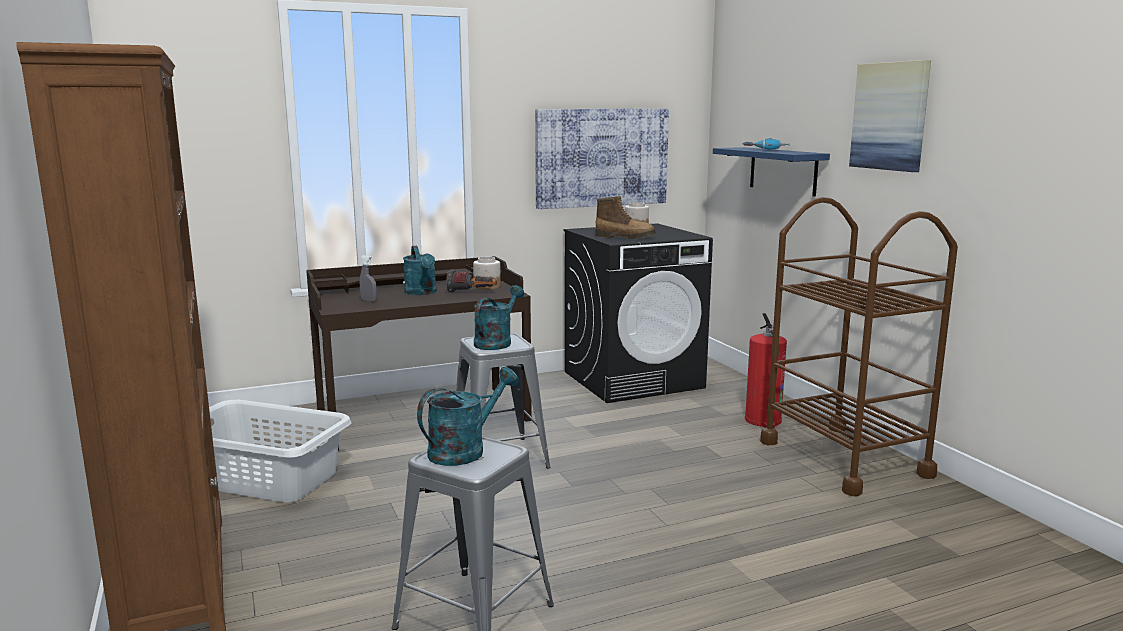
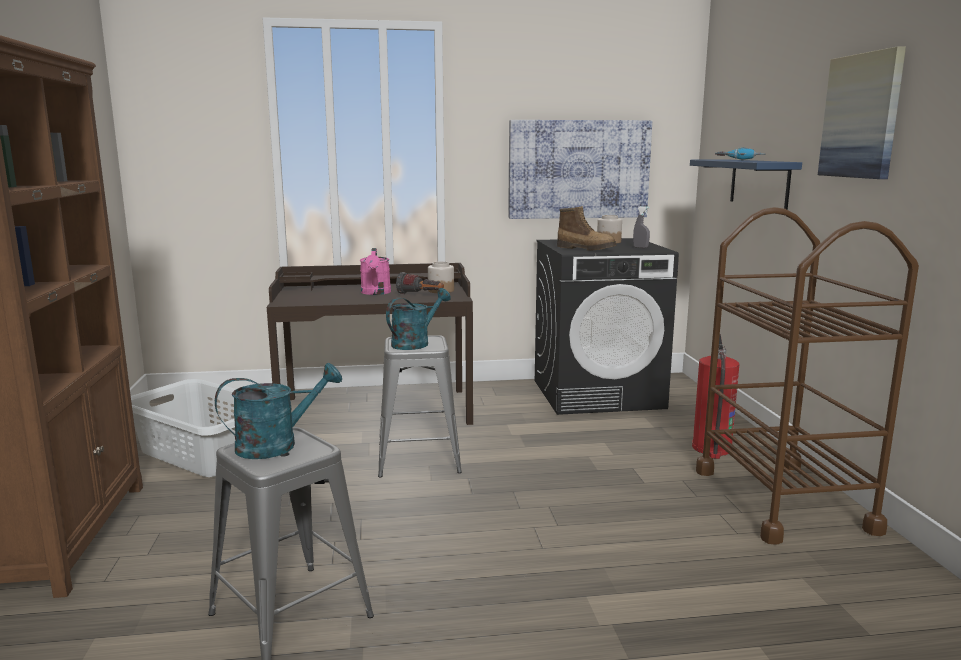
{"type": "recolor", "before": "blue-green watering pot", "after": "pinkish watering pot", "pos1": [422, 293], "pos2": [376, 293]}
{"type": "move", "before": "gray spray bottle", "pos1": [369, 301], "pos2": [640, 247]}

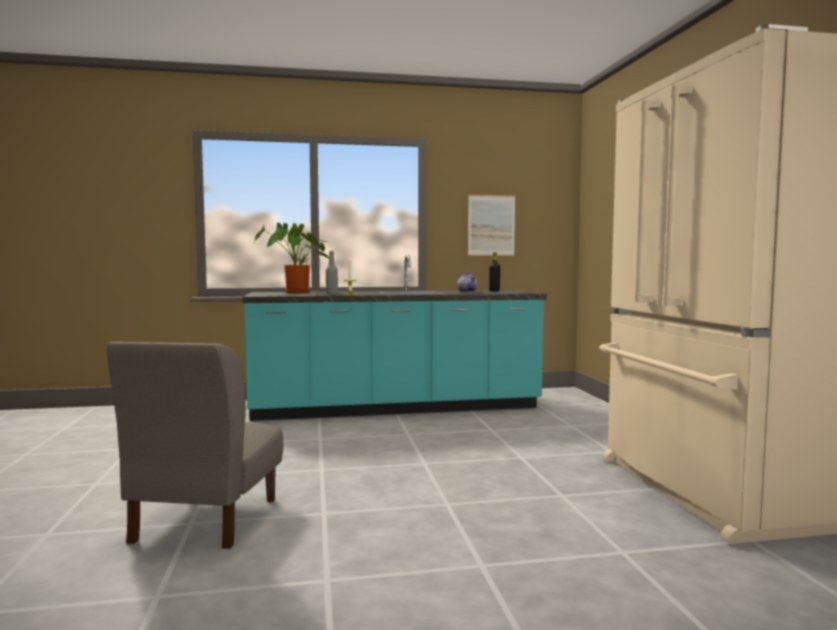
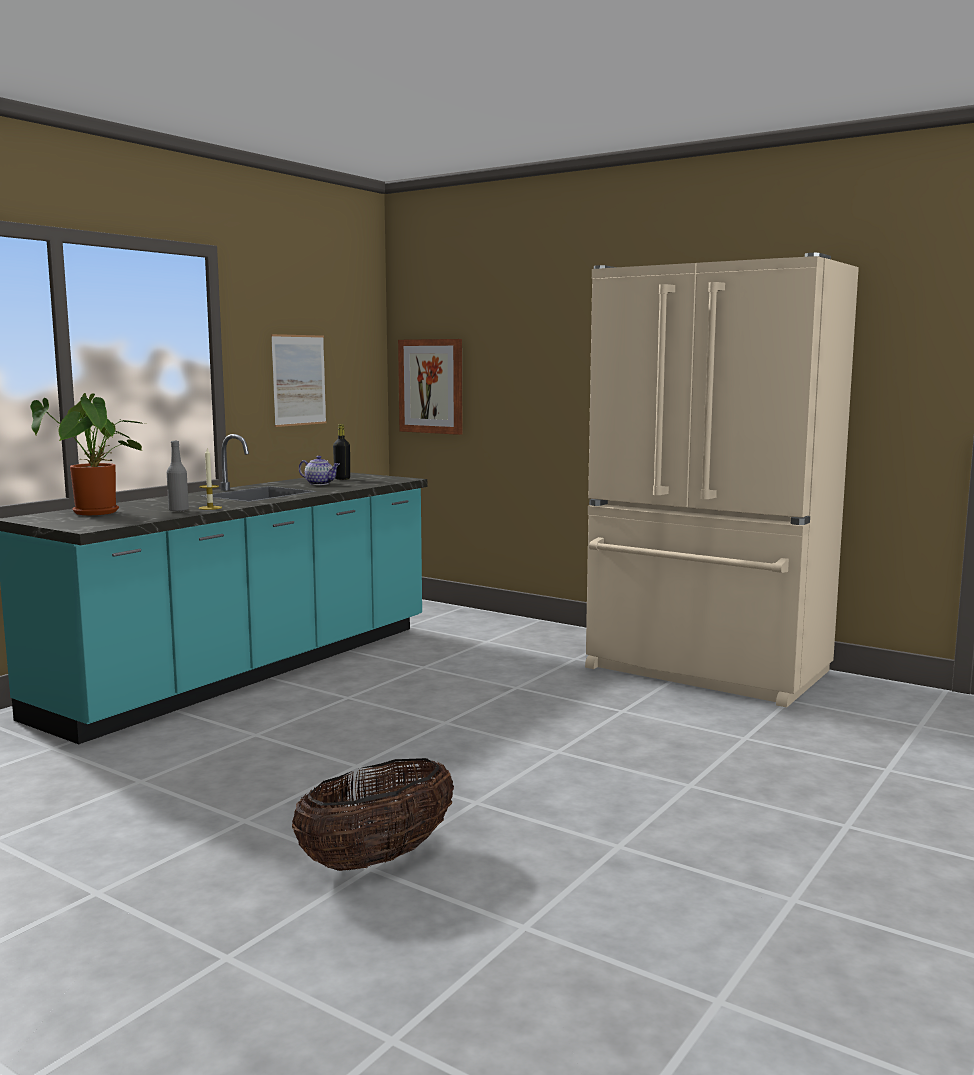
{"type": "replace", "before": "gray upright chair", "after": "household basket", "pos1": [205, 520], "pos2": [377, 859]}
{"type": "insert", "after": "wall art", "pos2": [431, 386]}

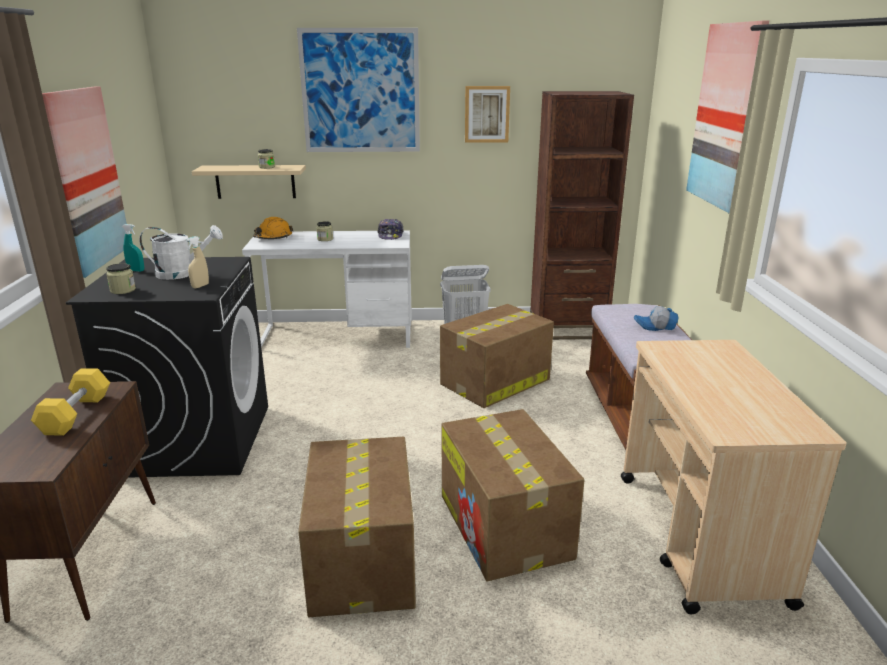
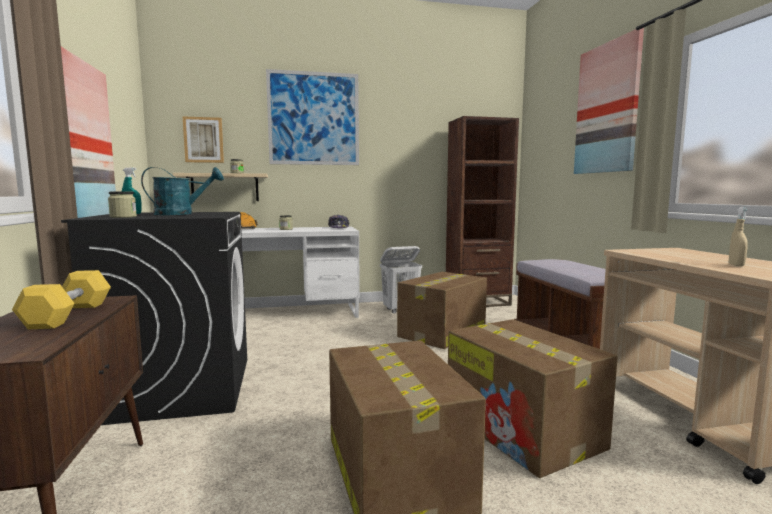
{"type": "recolor", "before": "whitish watering pot", "after": "blue-green watering pot", "pos1": [183, 273], "pos2": [181, 214]}
{"type": "move", "before": "wall art", "pos1": [486, 114], "pos2": [203, 140]}
{"type": "move", "before": "beige spray bottle", "pos1": [200, 286], "pos2": [736, 265]}
{"type": "delete", "before": "peaked cap", "pos1": [655, 326]}

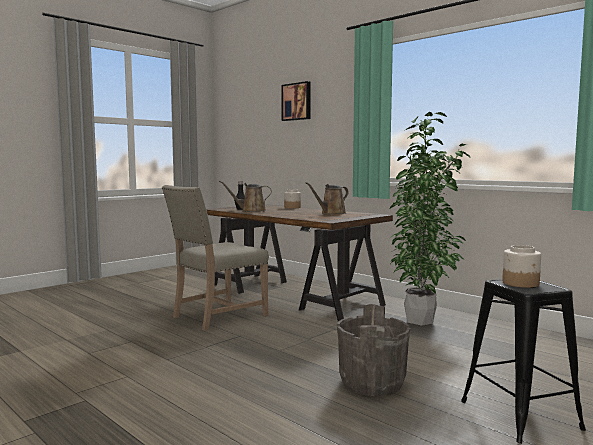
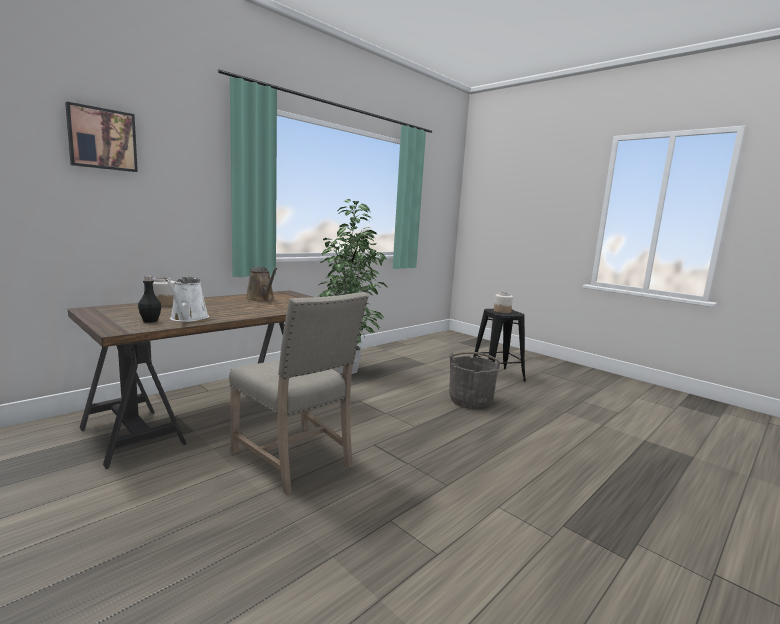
{"type": "recolor", "before": "brown watering pot", "after": "whitish watering pot", "pos1": [250, 211], "pos2": [188, 318]}

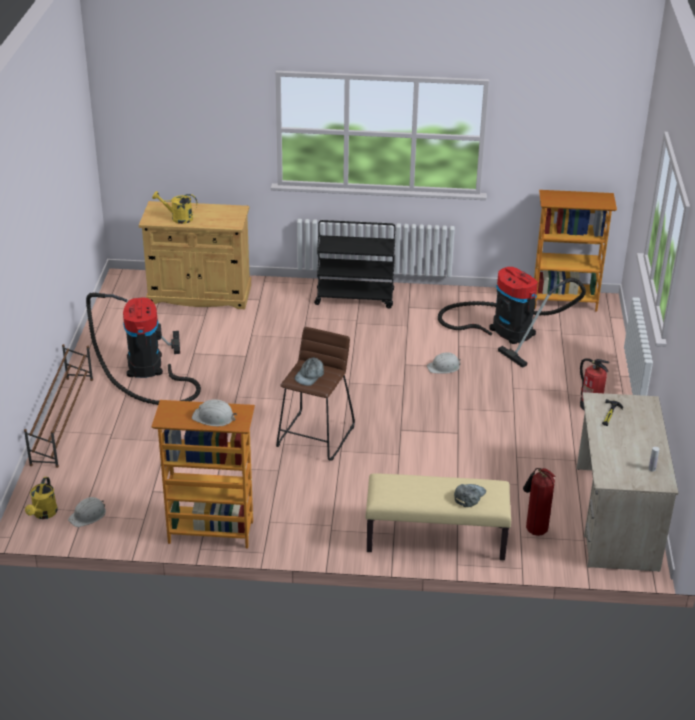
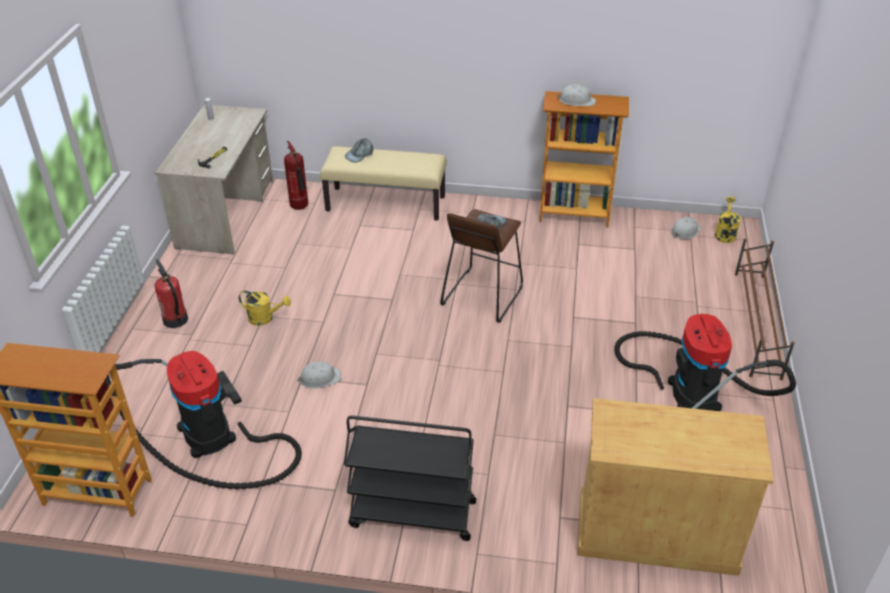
{"type": "move", "before": "yellow-coloured watering pot", "pos1": [178, 218], "pos2": [265, 318]}

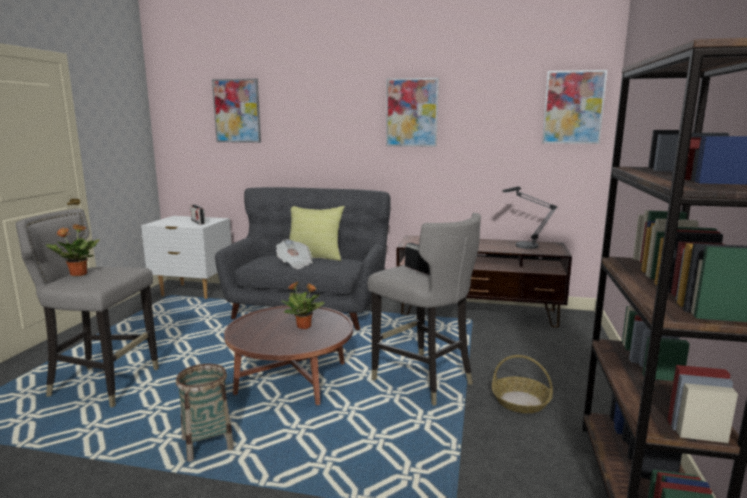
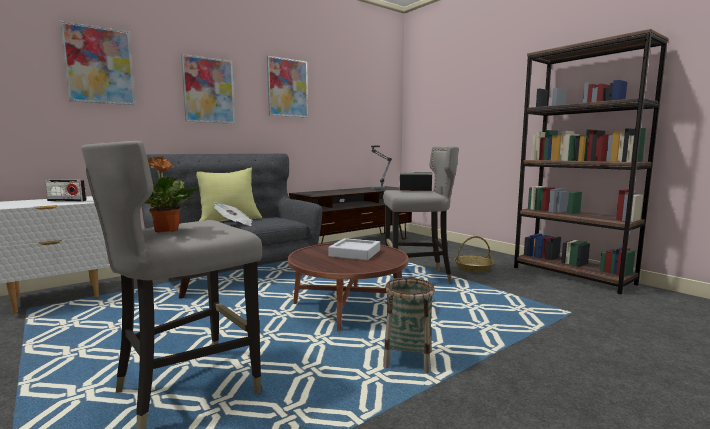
{"type": "move", "before": "wall art", "pos1": [573, 107], "pos2": [208, 90]}
{"type": "replace", "before": "plant in a pot", "after": "gray serving tray", "pos1": [304, 327], "pos2": [355, 253]}

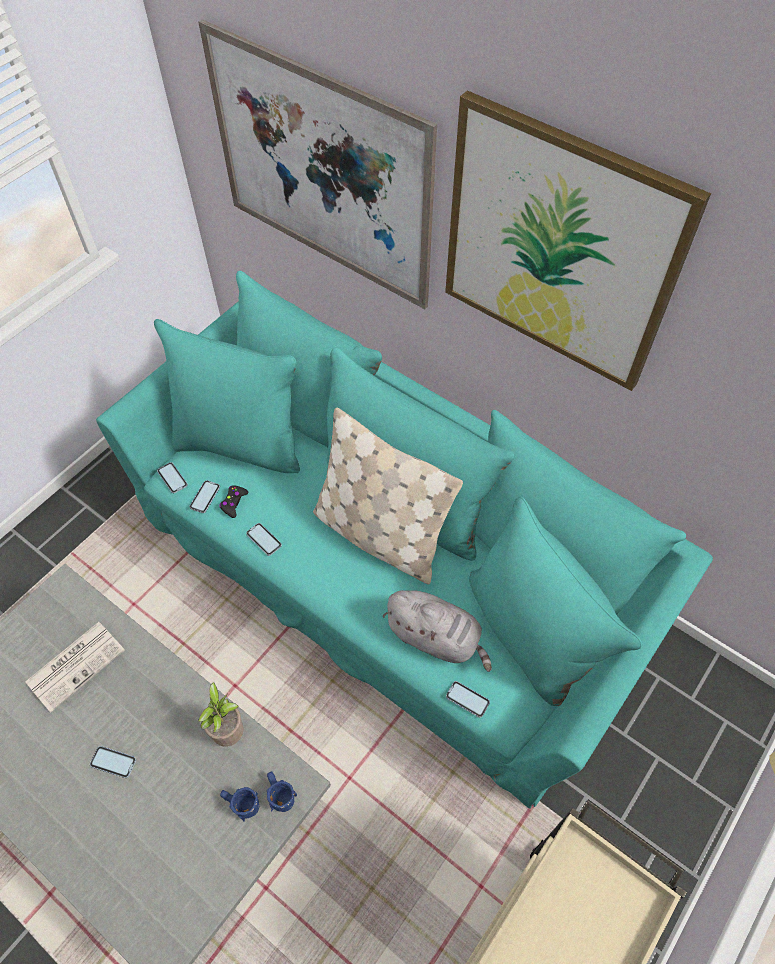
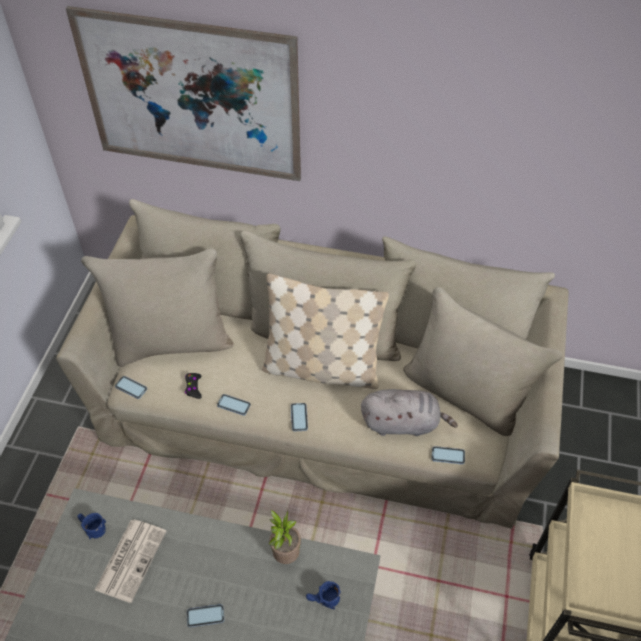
{"type": "recolor", "before": "blue-green sofa", "after": "beige sofa", "pos1": [387, 571], "pos2": [320, 405]}
{"type": "move", "before": "bluish tea mug", "pos1": [278, 794], "pos2": [91, 529]}
{"type": "move", "before": "telephone", "pos1": [205, 497], "pos2": [299, 417]}
{"type": "delete", "before": "wall art", "pos1": [558, 248]}

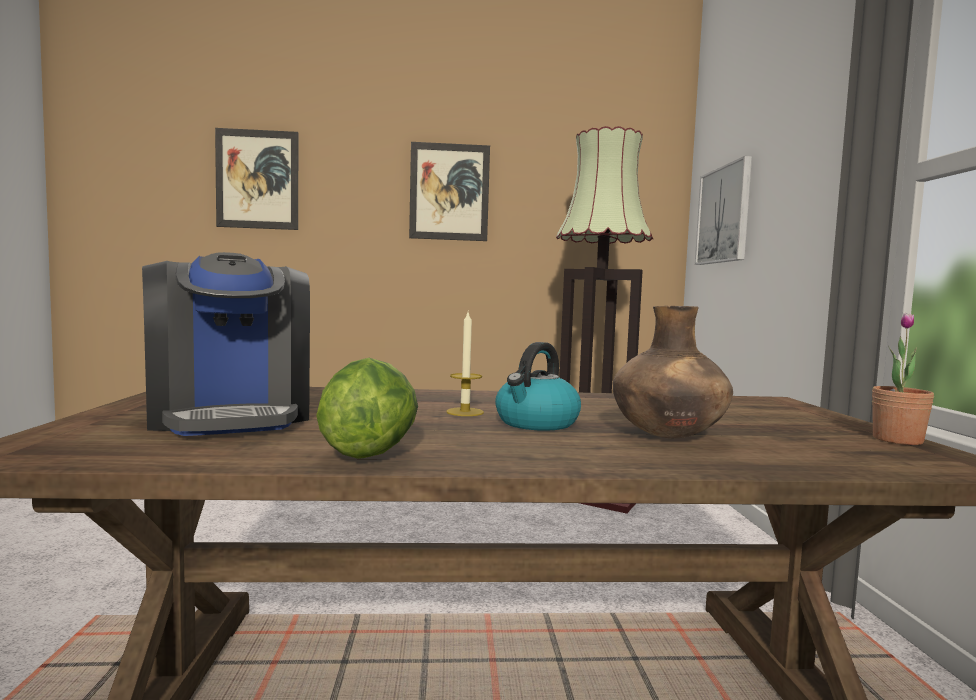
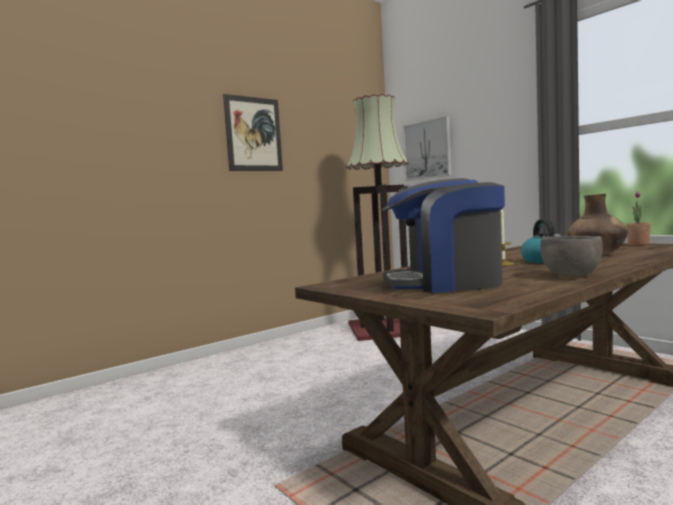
{"type": "rotate", "before": "coffee machine", "pos1": [231, 416], "pos2": [446, 283], "turn": 150}
{"type": "replace", "before": "lettuce head", "after": "gray bowl", "pos1": [369, 453], "pos2": [571, 276]}
{"type": "delete", "before": "wall art", "pos1": [257, 179]}

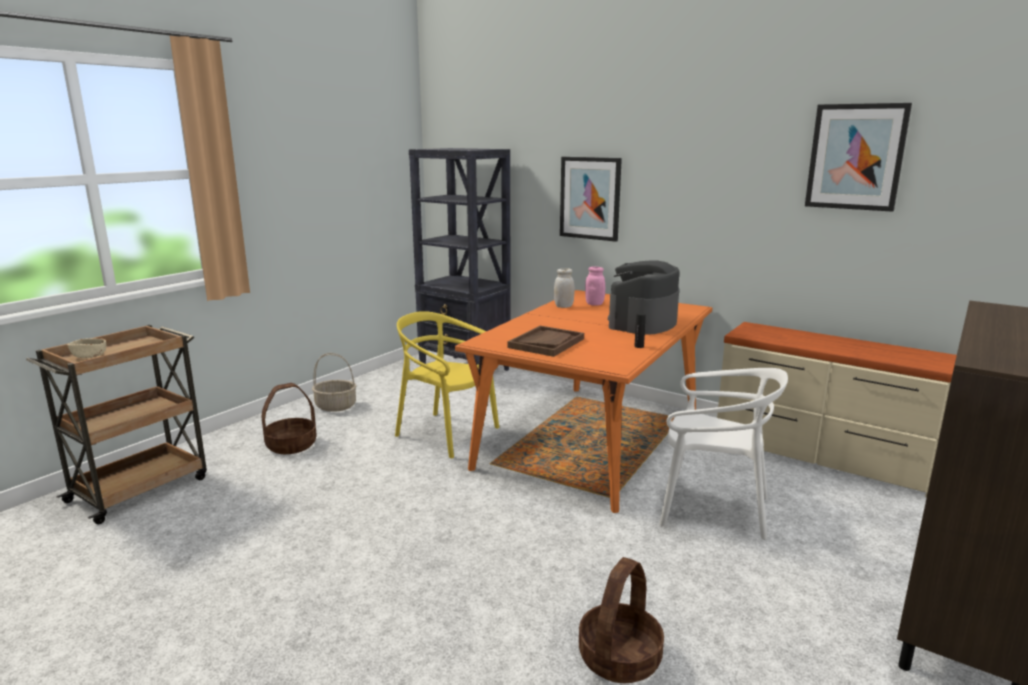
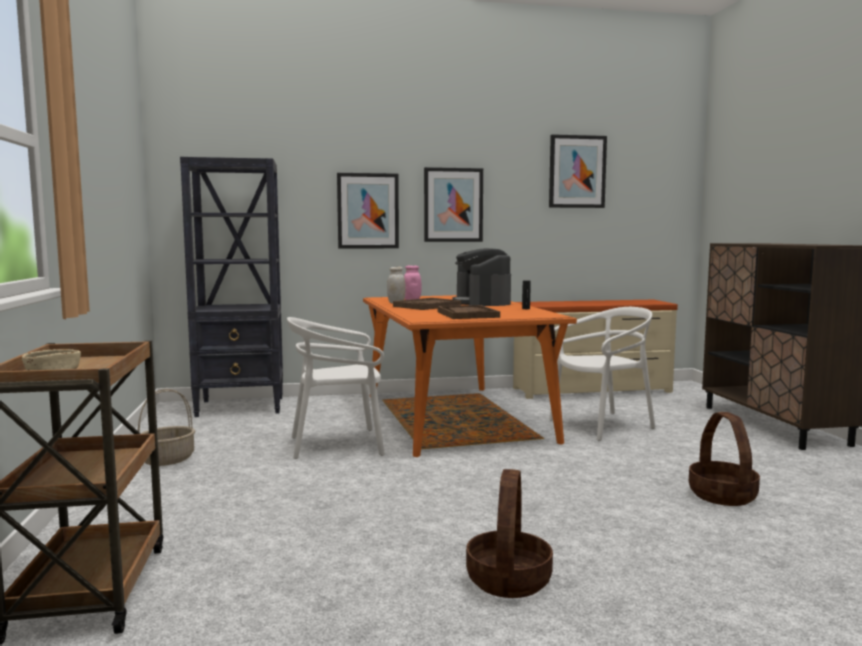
{"type": "recolor", "before": "yellow-coloured upright chair", "after": "whitish upright chair", "pos1": [446, 434], "pos2": [337, 444]}
{"type": "insert", "after": "brown serving tray", "pos2": [427, 306]}
{"type": "insert", "after": "wall art", "pos2": [453, 205]}
{"type": "move", "before": "household basket", "pos1": [291, 445], "pos2": [508, 579]}

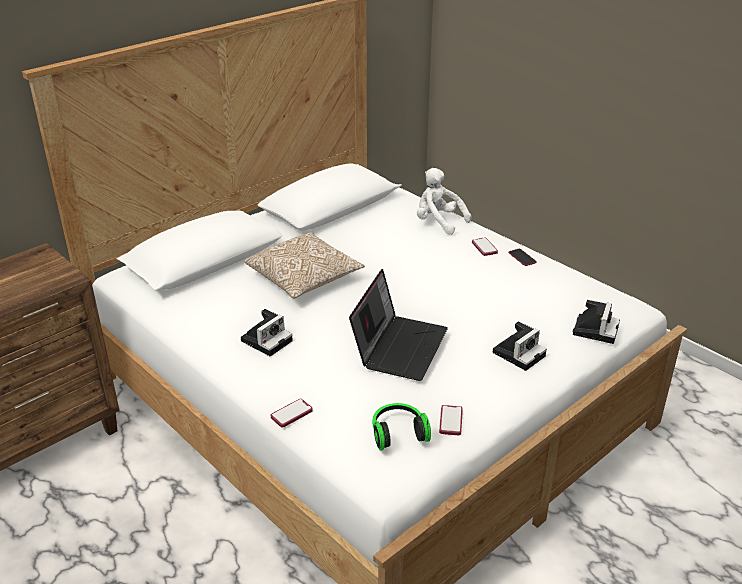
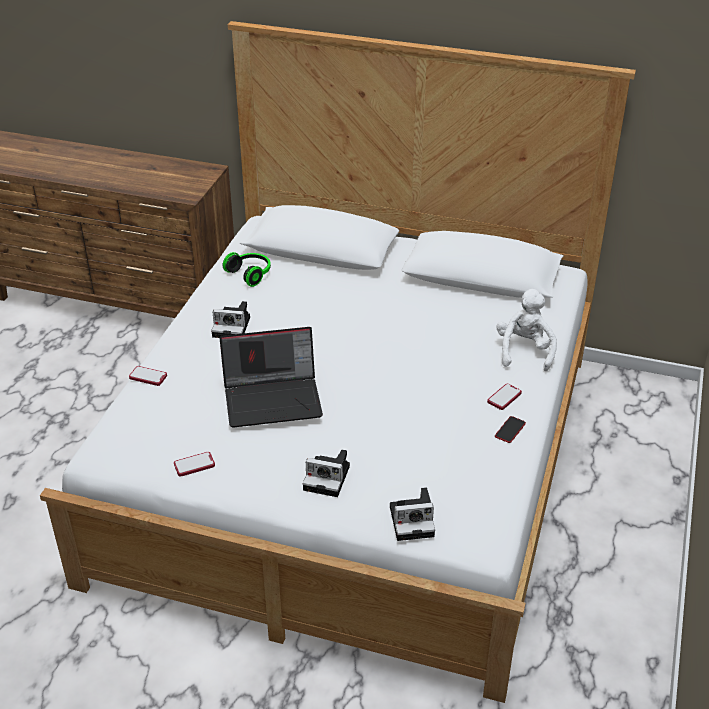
{"type": "move", "before": "headset", "pos1": [398, 433], "pos2": [251, 274]}
{"type": "delete", "before": "cushion", "pos1": [304, 279]}

